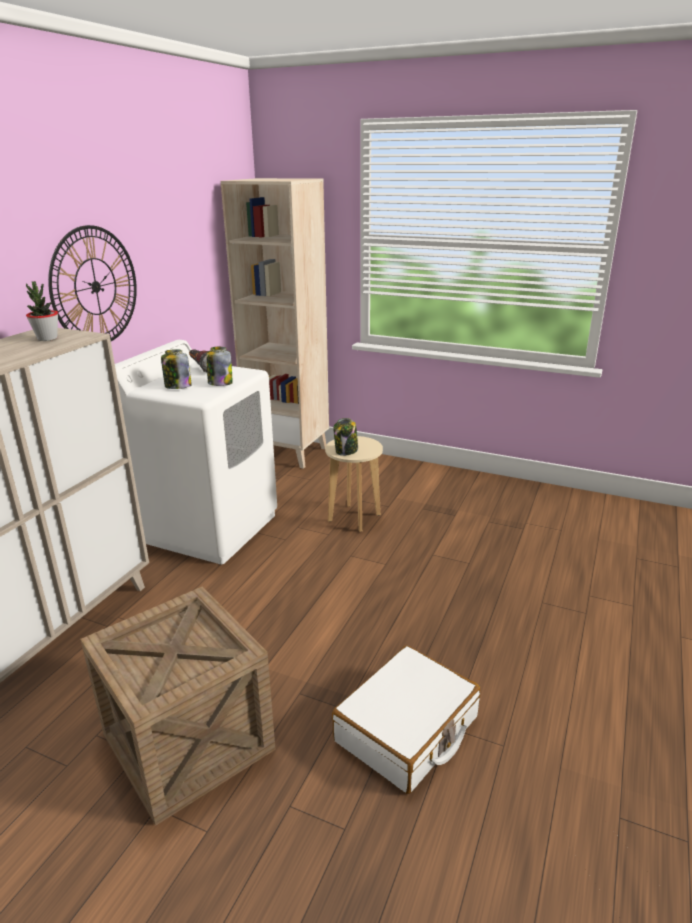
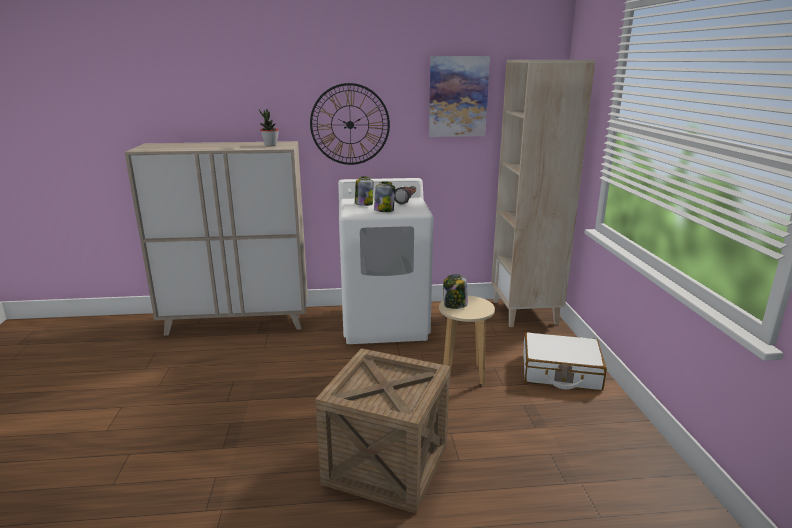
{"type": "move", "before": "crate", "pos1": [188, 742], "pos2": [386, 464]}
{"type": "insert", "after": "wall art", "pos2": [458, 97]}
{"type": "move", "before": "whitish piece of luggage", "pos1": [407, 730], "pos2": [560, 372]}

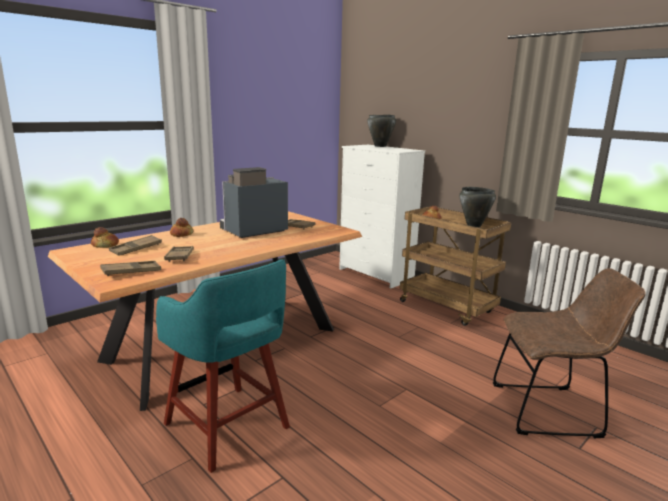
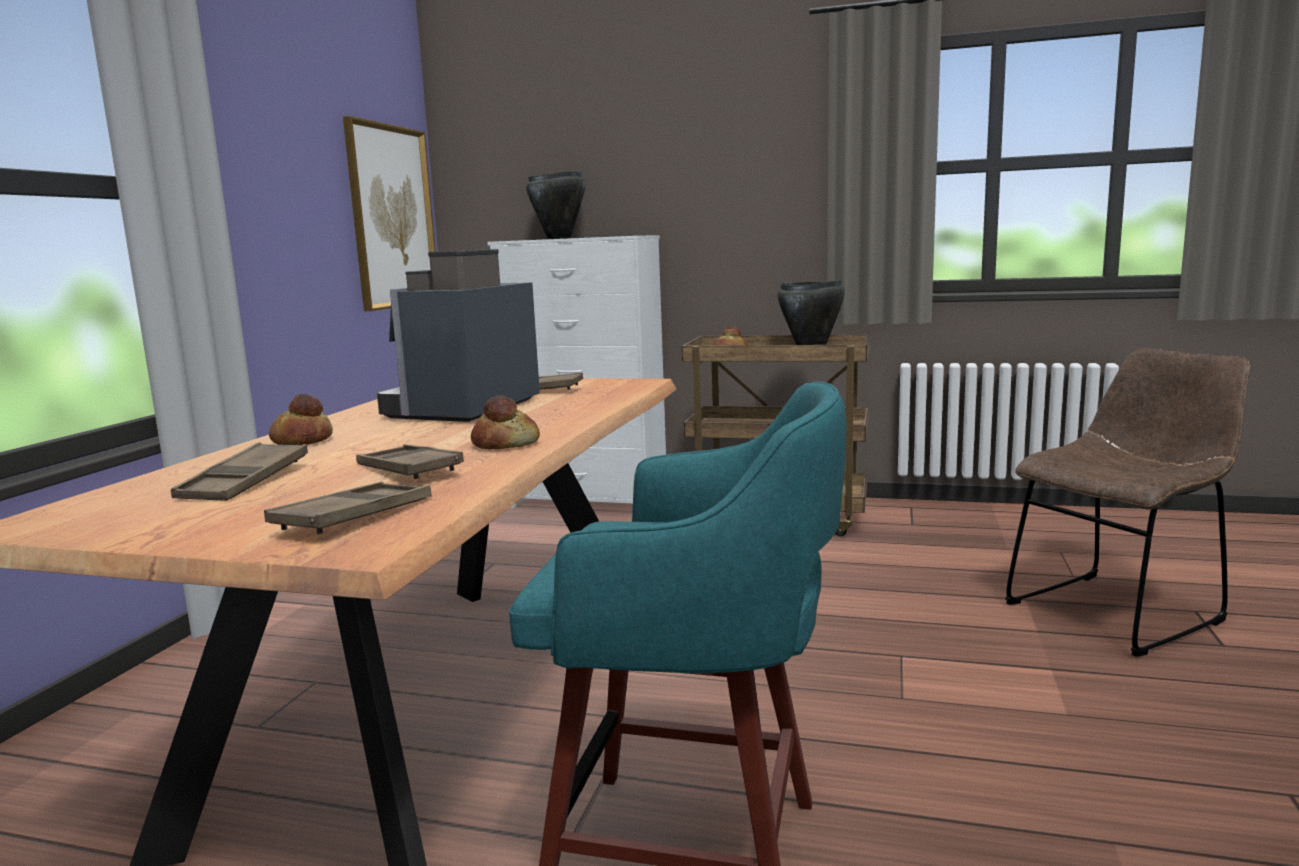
{"type": "insert", "after": "wall art", "pos2": [392, 217]}
{"type": "move", "before": "bakery bread", "pos1": [105, 245], "pos2": [506, 444]}

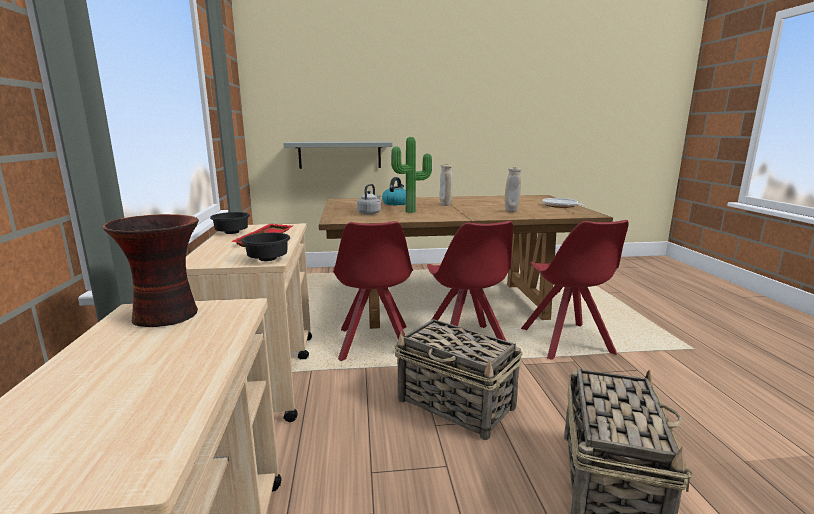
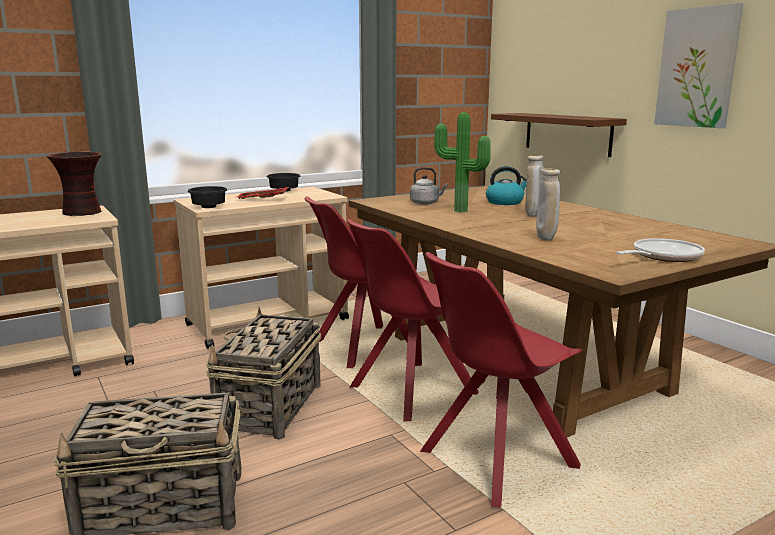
{"type": "recolor", "before": "gray shelf", "after": "brown shelf", "pos1": [340, 155], "pos2": [567, 133]}
{"type": "insert", "after": "wall art", "pos2": [697, 68]}

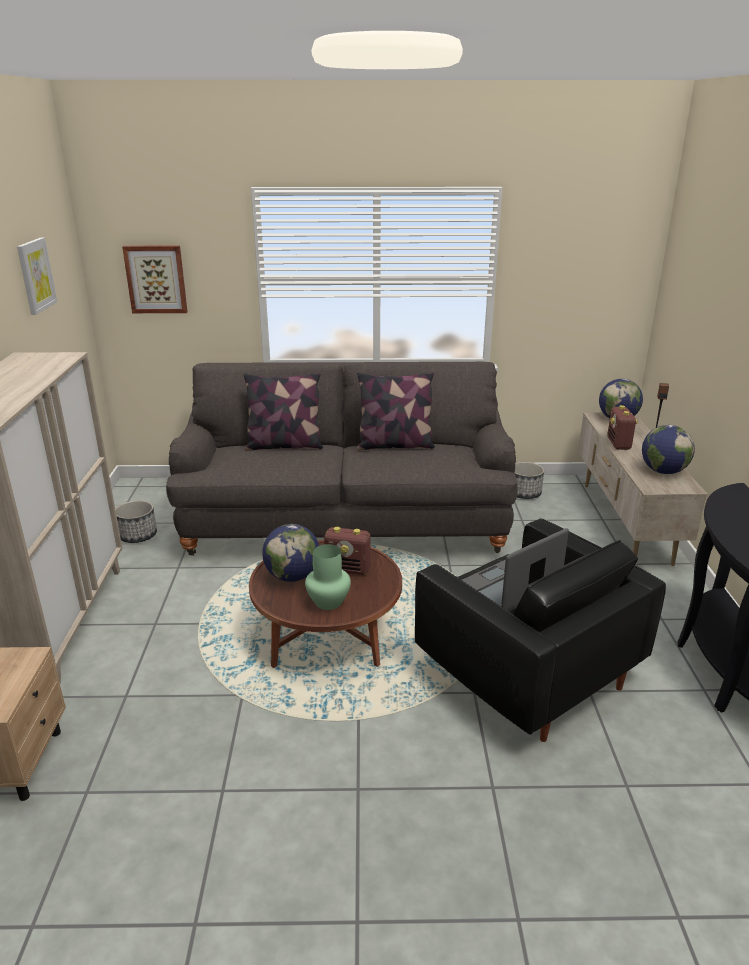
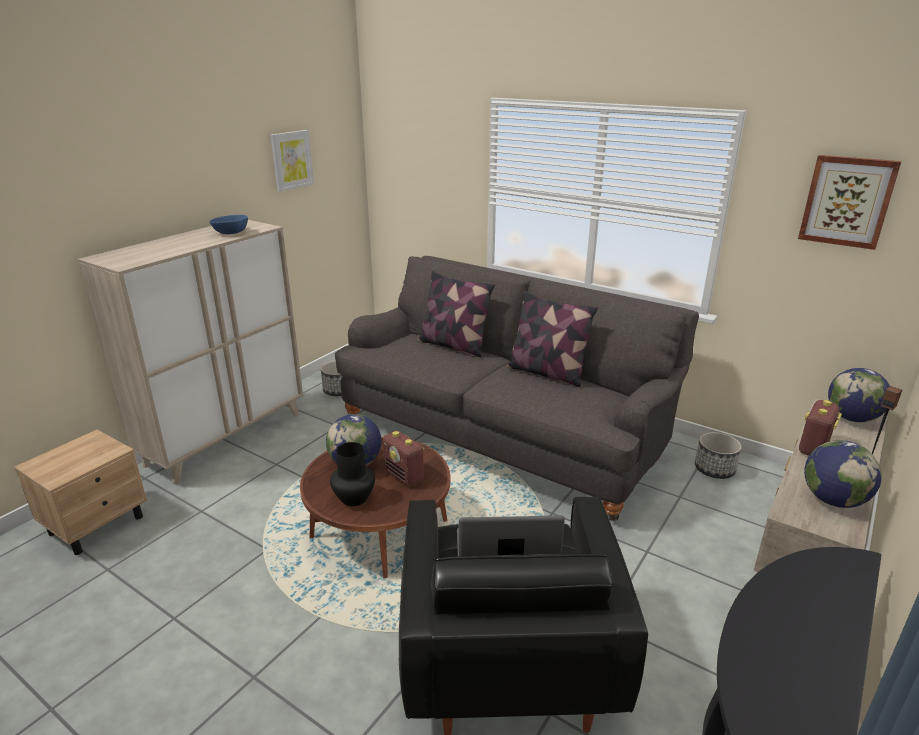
{"type": "insert", "after": "bluish bowl", "pos2": [231, 233]}
{"type": "recolor", "before": "green decorative vase", "after": "black-coloured decorative vase", "pos1": [329, 602], "pos2": [354, 498]}
{"type": "move", "before": "wall art", "pos1": [156, 279], "pos2": [847, 201]}

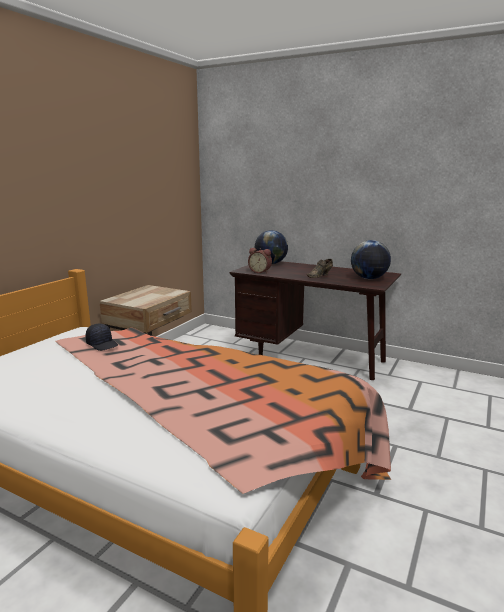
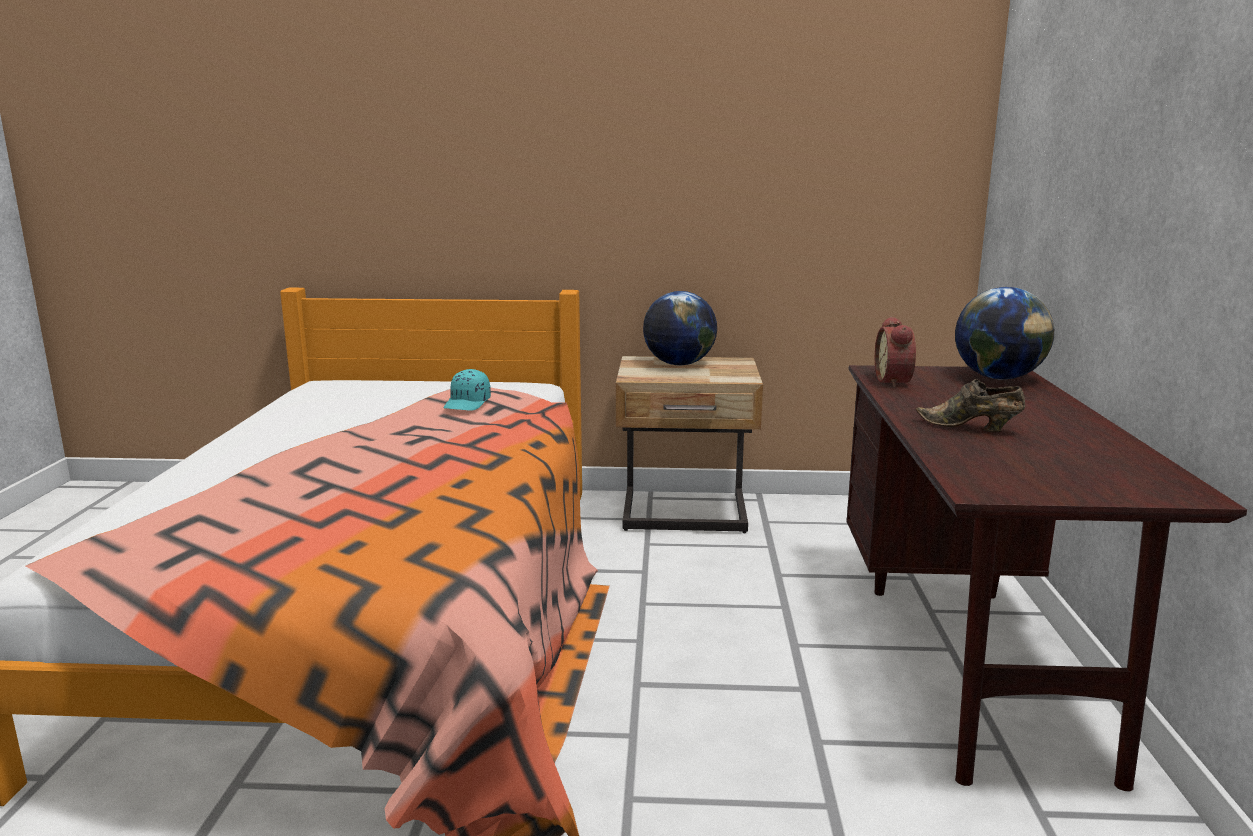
{"type": "recolor", "before": "black-coloured peaked cap", "after": "blue-green peaked cap", "pos1": [102, 344], "pos2": [468, 403]}
{"type": "move", "before": "desk globe", "pos1": [369, 278], "pos2": [679, 364]}

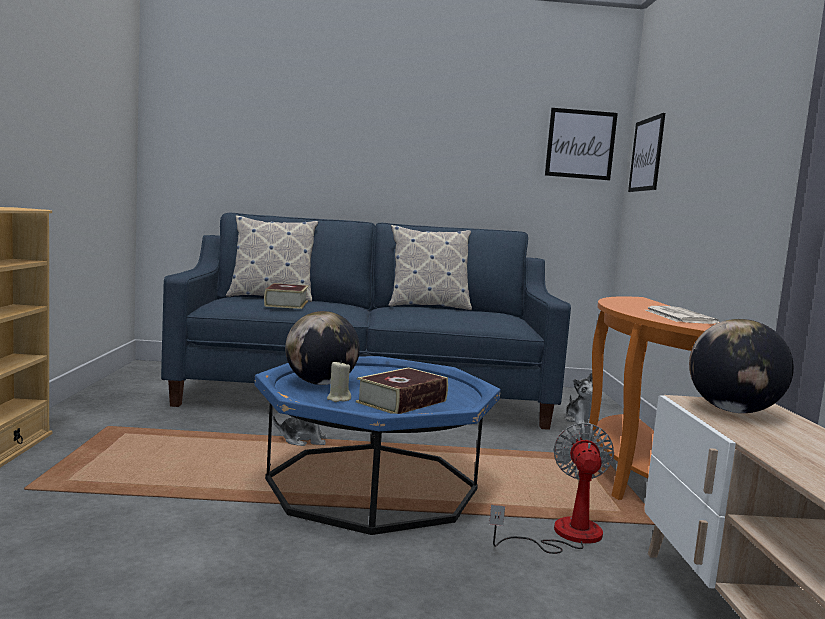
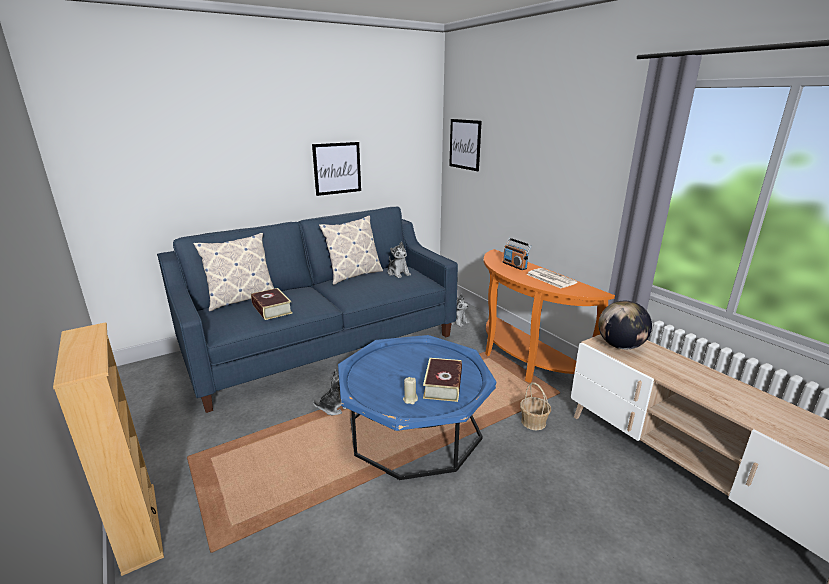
{"type": "move", "before": "wall art", "pos1": [580, 144], "pos2": [337, 168]}
{"type": "insert", "after": "soft toy", "pos2": [398, 273]}
{"type": "insert", "after": "radio set", "pos2": [514, 265]}
{"type": "replace", "before": "cooling fan", "after": "household basket", "pos1": [564, 535], "pos2": [533, 422]}
{"type": "delete", "before": "desk globe", "pos1": [320, 383]}

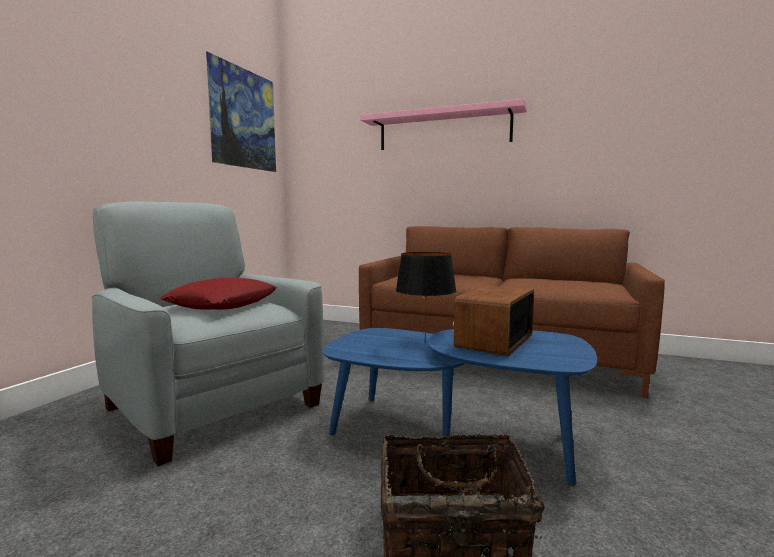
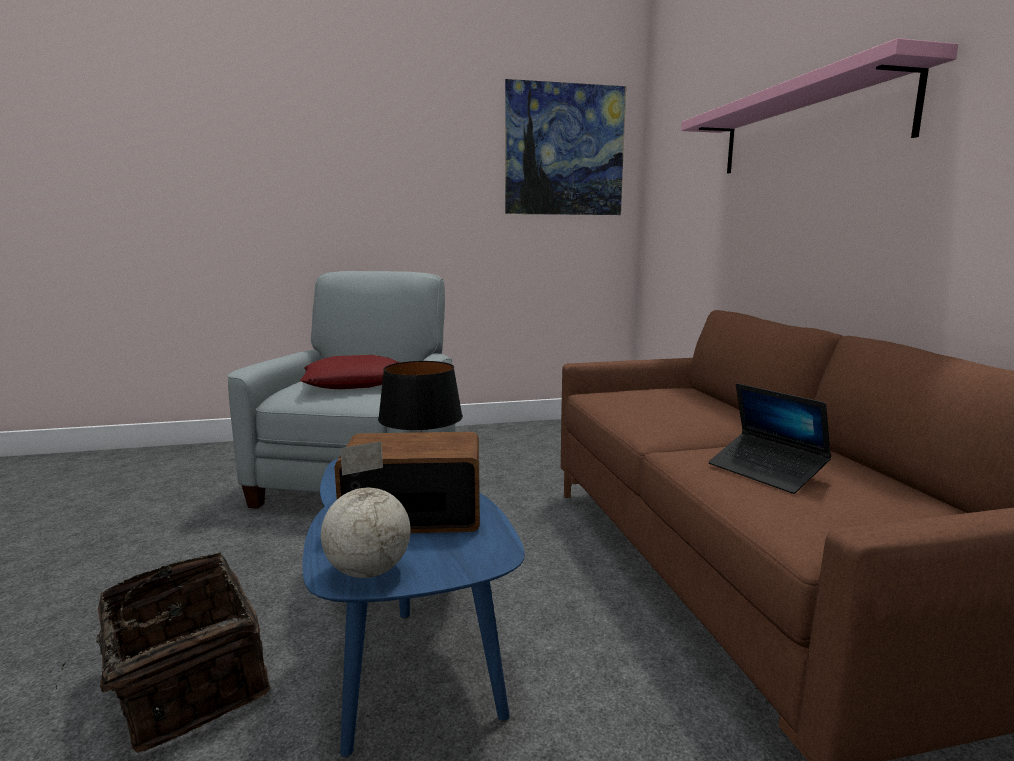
{"type": "insert", "after": "desk globe", "pos2": [367, 571]}
{"type": "insert", "after": "portable computer", "pos2": [766, 471]}

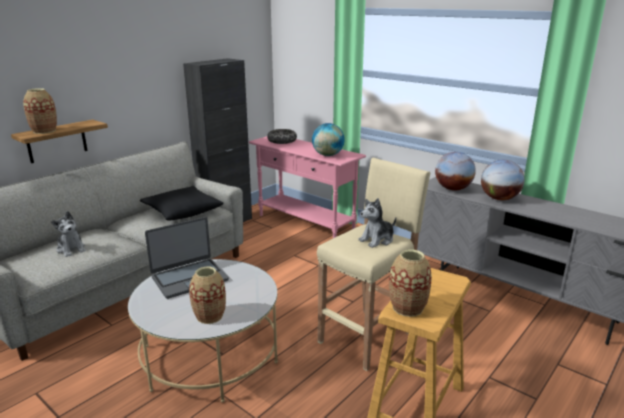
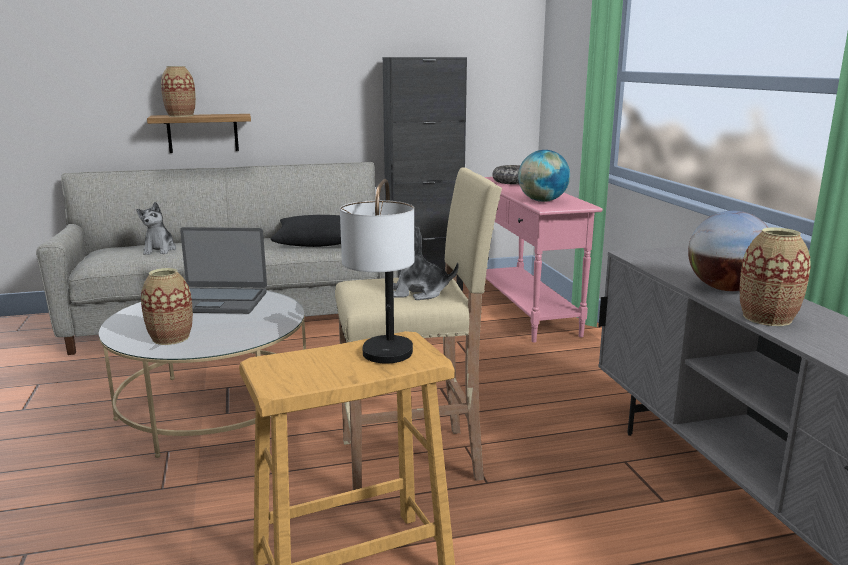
{"type": "insert", "after": "table lamp", "pos2": [383, 363]}
{"type": "move", "before": "decorative vase", "pos1": [407, 307], "pos2": [767, 318]}
{"type": "delete", "before": "desk globe", "pos1": [453, 189]}

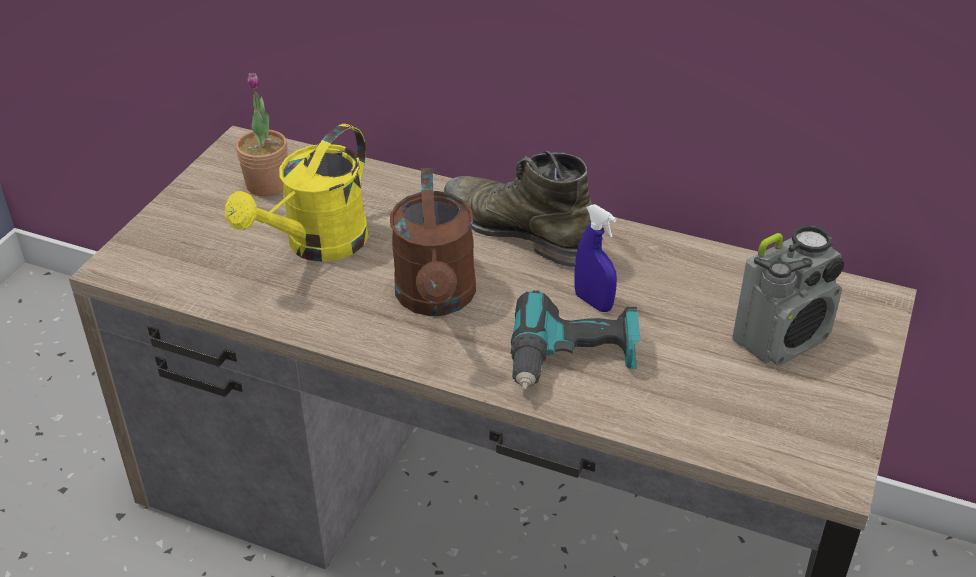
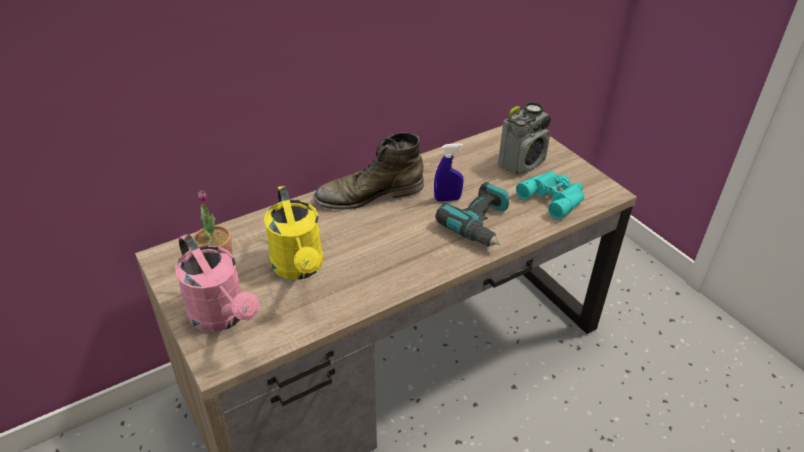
{"type": "insert", "after": "pinkish watering pot", "pos2": [223, 317]}
{"type": "rotate", "before": "radio set", "pos1": [782, 339], "pos2": [522, 163], "turn": 45}
{"type": "insert", "after": "blue-green binoculars", "pos2": [554, 197]}
{"type": "delete", "before": "brown watering pot", "pos1": [436, 300]}

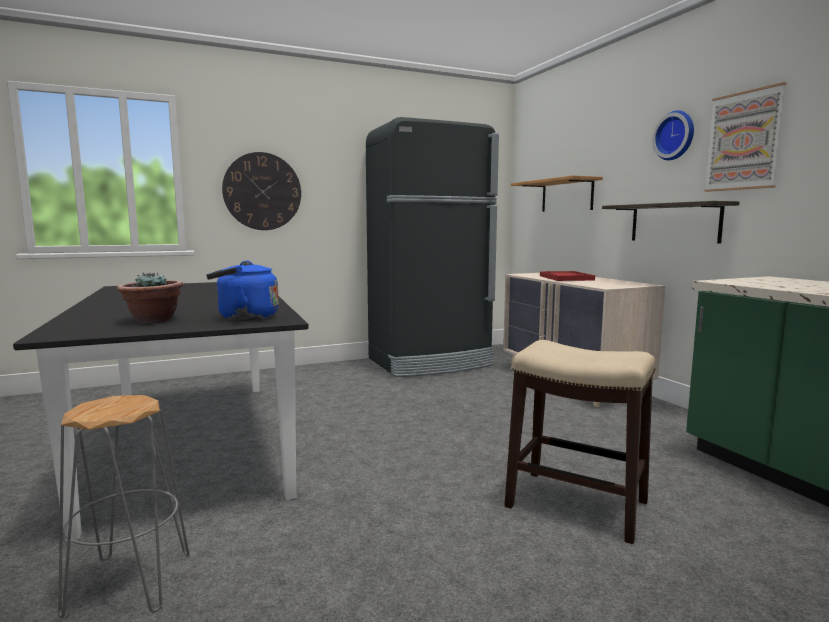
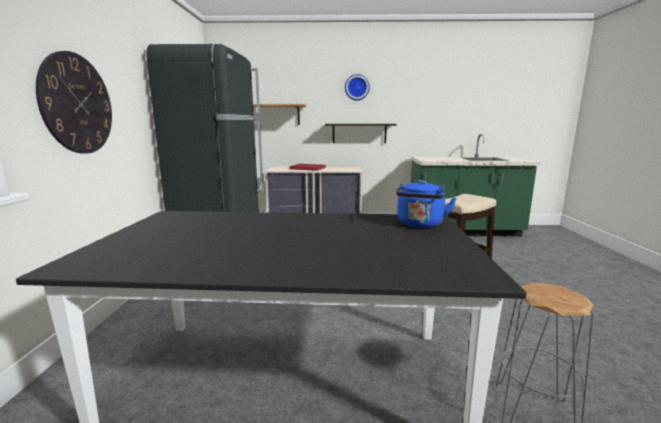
{"type": "delete", "before": "plant in a pot", "pos1": [153, 320]}
{"type": "delete", "before": "wall art", "pos1": [744, 141]}

